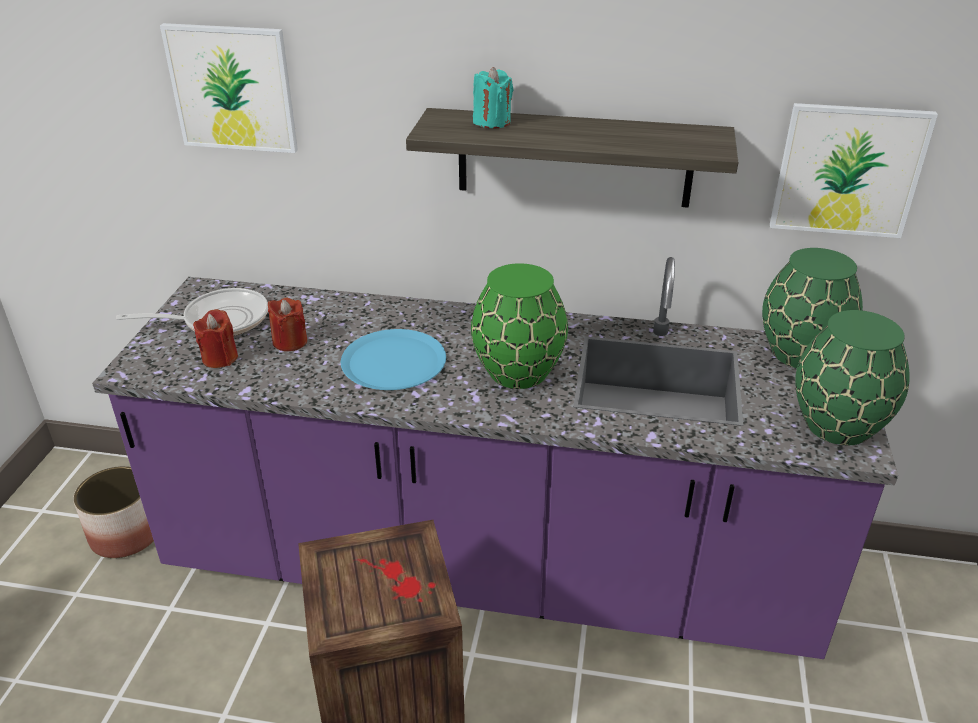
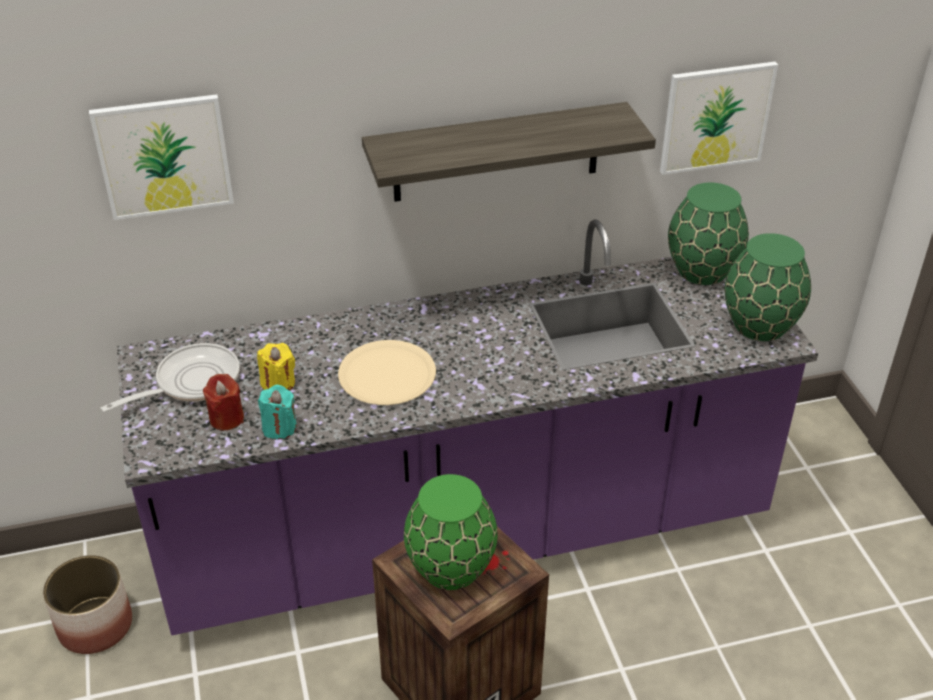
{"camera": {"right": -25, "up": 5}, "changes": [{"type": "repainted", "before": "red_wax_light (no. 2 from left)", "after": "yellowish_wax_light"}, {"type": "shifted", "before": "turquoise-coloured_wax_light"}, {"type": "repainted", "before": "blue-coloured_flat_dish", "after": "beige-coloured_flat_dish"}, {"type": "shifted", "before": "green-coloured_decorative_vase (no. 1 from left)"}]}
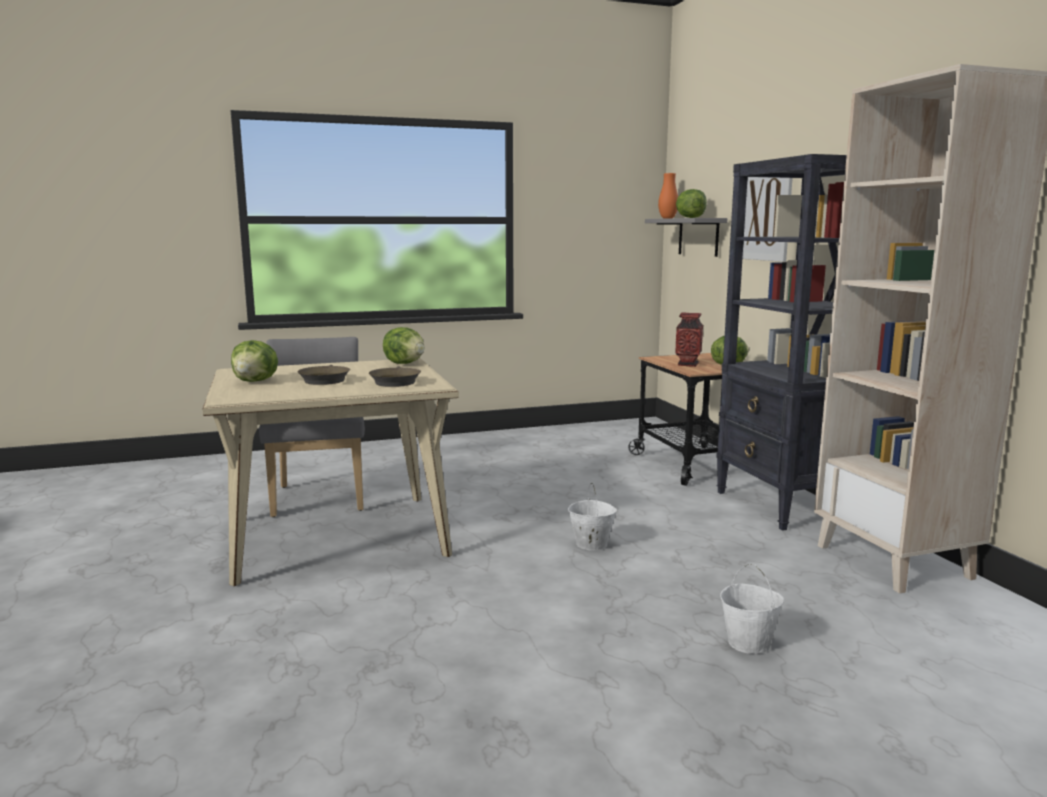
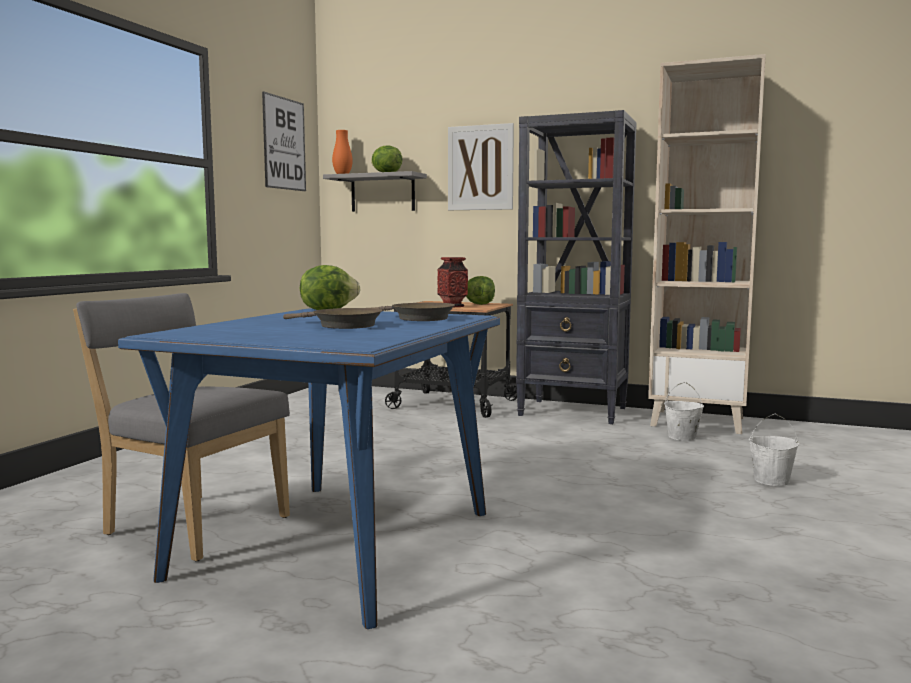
{"camera": {"right": -50, "up": -5}, "changes": [{"type": "repainted", "before": "beige-coloured_kitchen_table", "after": "blue-coloured_kitchen_table"}, {"type": "new", "after": "wall_picture (no. 1 from left)"}, {"type": "shifted", "before": "white-coloured_pail (no. 1 from left)"}, {"type": "gone", "before": "lettuce_head (no. 1 from left)"}]}
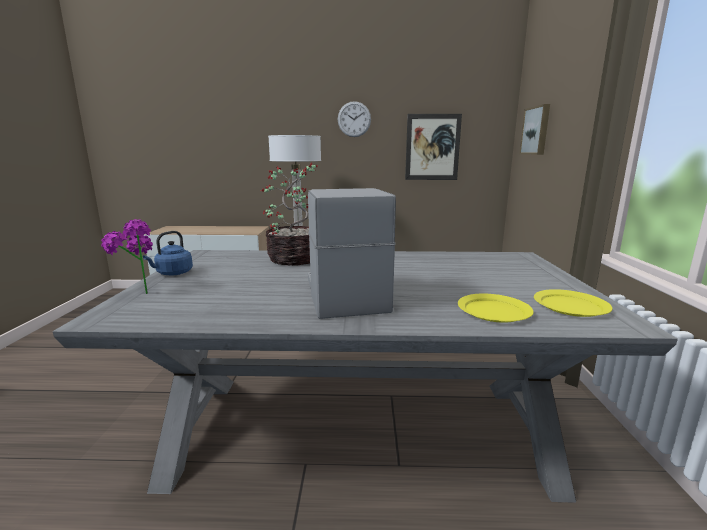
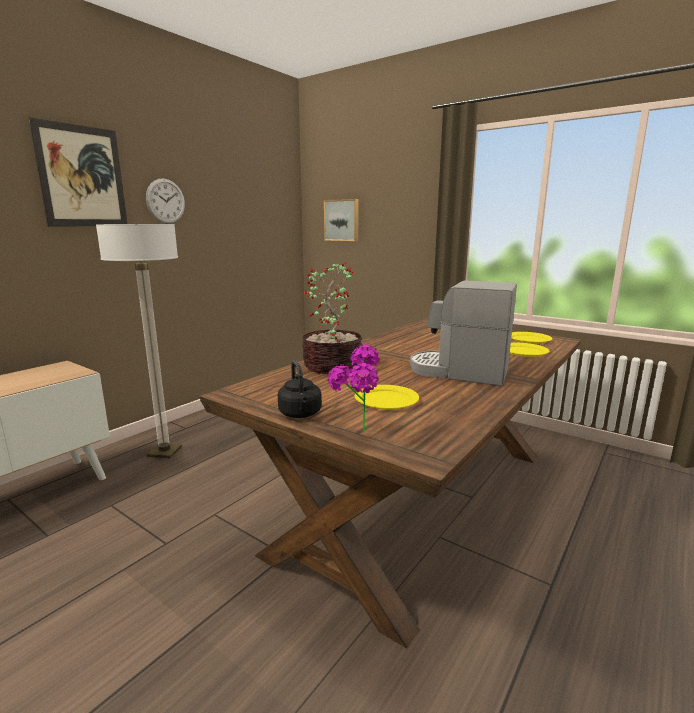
{"camera": {"right": -55, "up": 0}, "changes": [{"type": "shifted", "before": "wall_picture (no. 1 from left)"}, {"type": "repainted", "before": "gray_kitchen_table", "after": "brownish_kitchen_table"}, {"type": "repainted", "before": "blue-coloured_water_kettle", "after": "black-coloured_water_kettle"}, {"type": "new", "after": "yellowish_flat_dish (no. 1 from left)"}]}
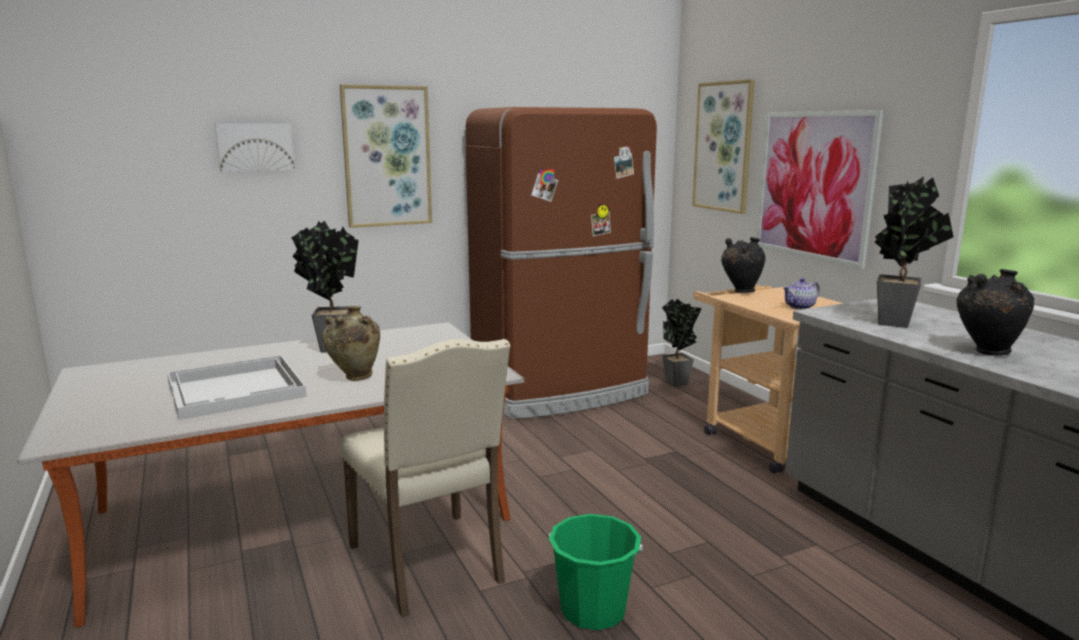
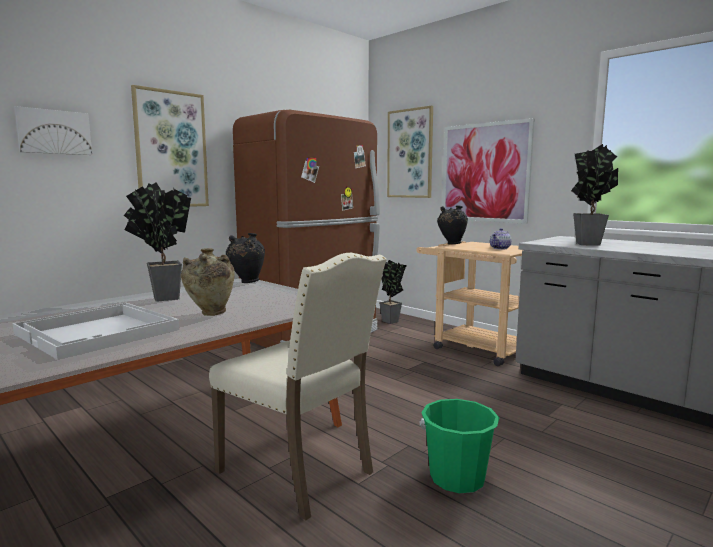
{"camera": {"right": -20, "up": -5}, "changes": [{"type": "shifted", "before": "black-coloured_decorative_vase (no. 2 from left in the first image)", "after": "black-coloured_decorative_vase (no. 1 from left)"}]}
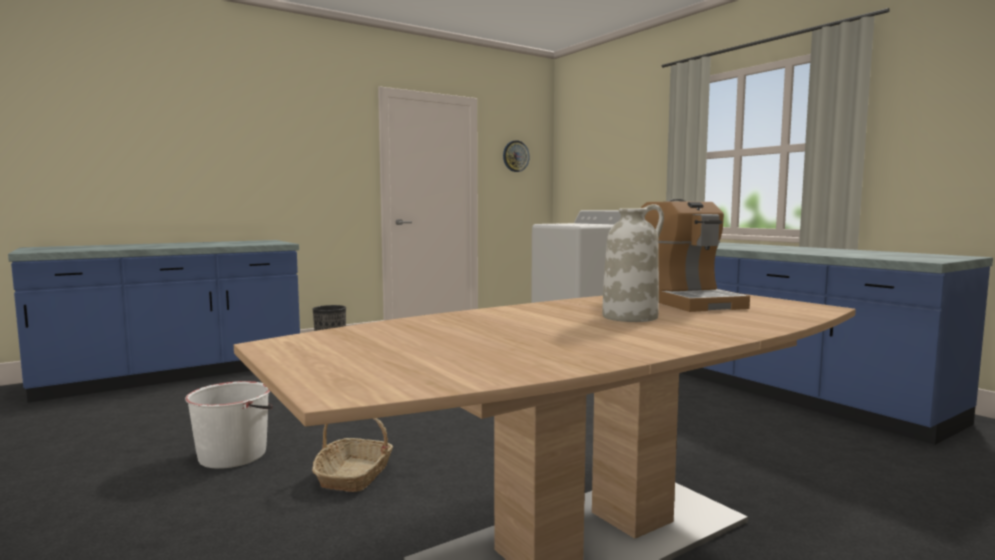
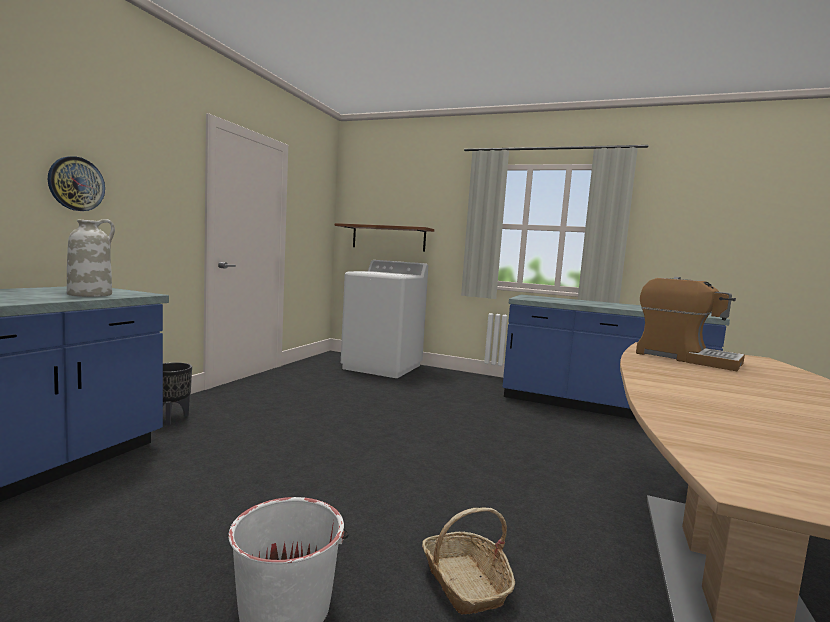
{"camera": {"right": -35, "up": 0}, "changes": [{"type": "shifted", "before": "hanging_clock"}, {"type": "shifted", "before": "white-coloured_decorative_vase"}, {"type": "new", "after": "brownish_wall_shelf"}]}
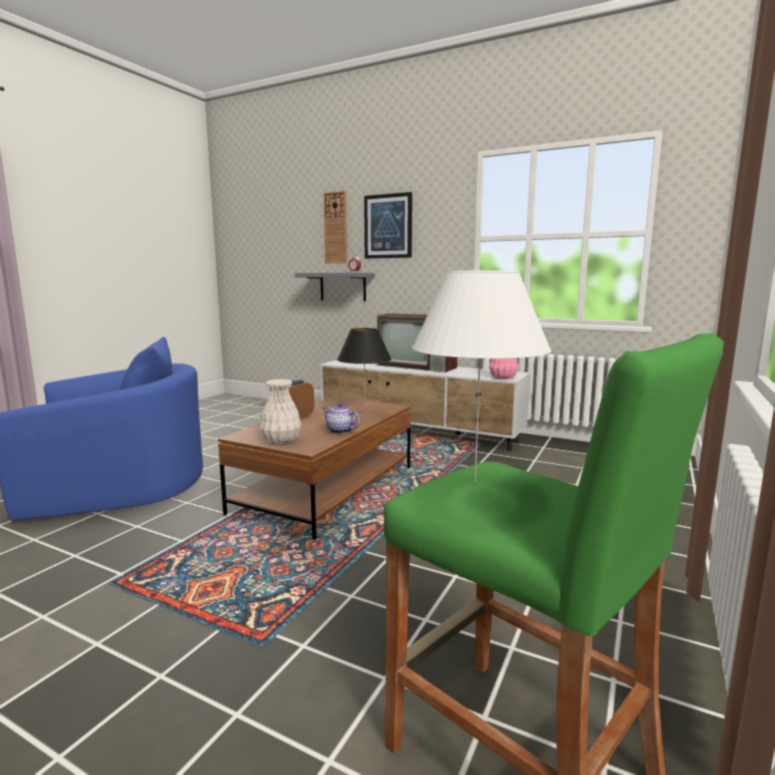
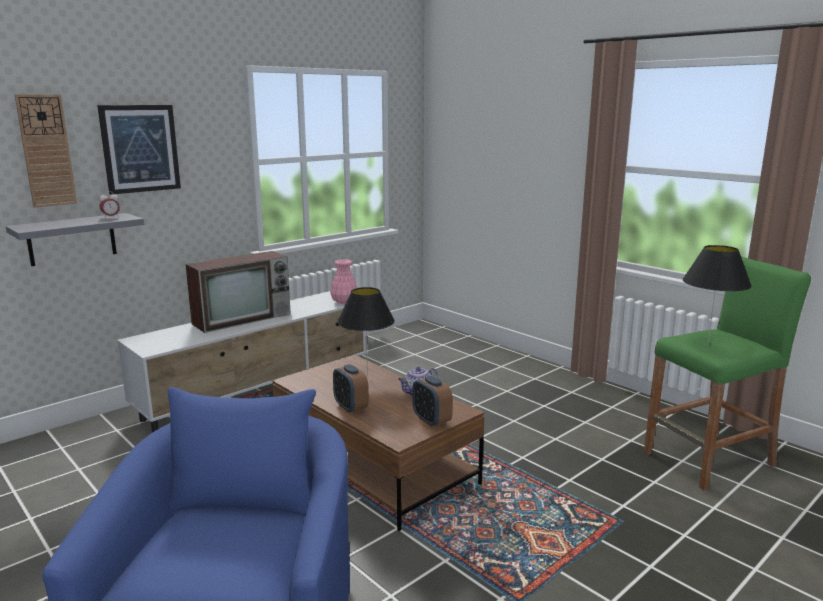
{"camera": {"right": -70, "up": 5}, "changes": [{"type": "swapped", "before": "white-coloured_decorative_vase", "after": "alarm_clock (no. 3 from left)"}, {"type": "repainted", "before": "white-coloured_table_lamp", "after": "black-coloured_table_lamp (no. 2 from left)"}]}
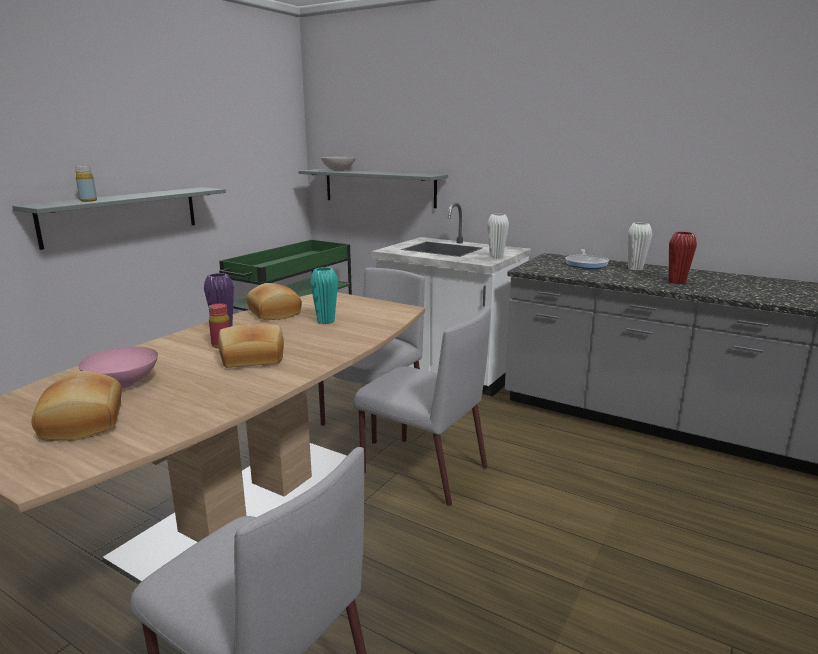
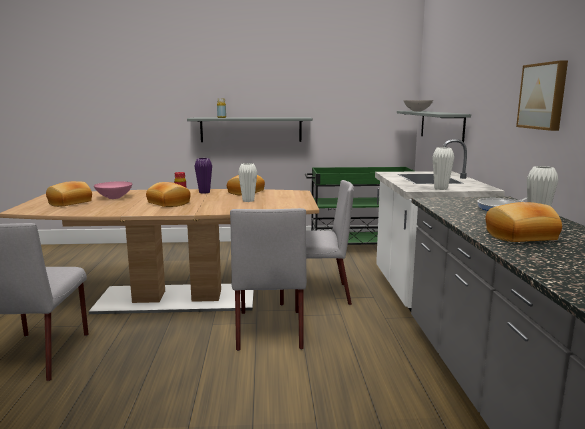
{"camera": {"right": 55, "up": -5}, "changes": [{"type": "repainted", "before": "turquoise-coloured_decorative_vase", "after": "white-coloured_decorative_vase (no. 1 from left)"}, {"type": "swapped", "before": "red_decorative_vase", "after": "bakery_bread (no. 4 from left)"}, {"type": "new", "after": "wall_picture"}]}
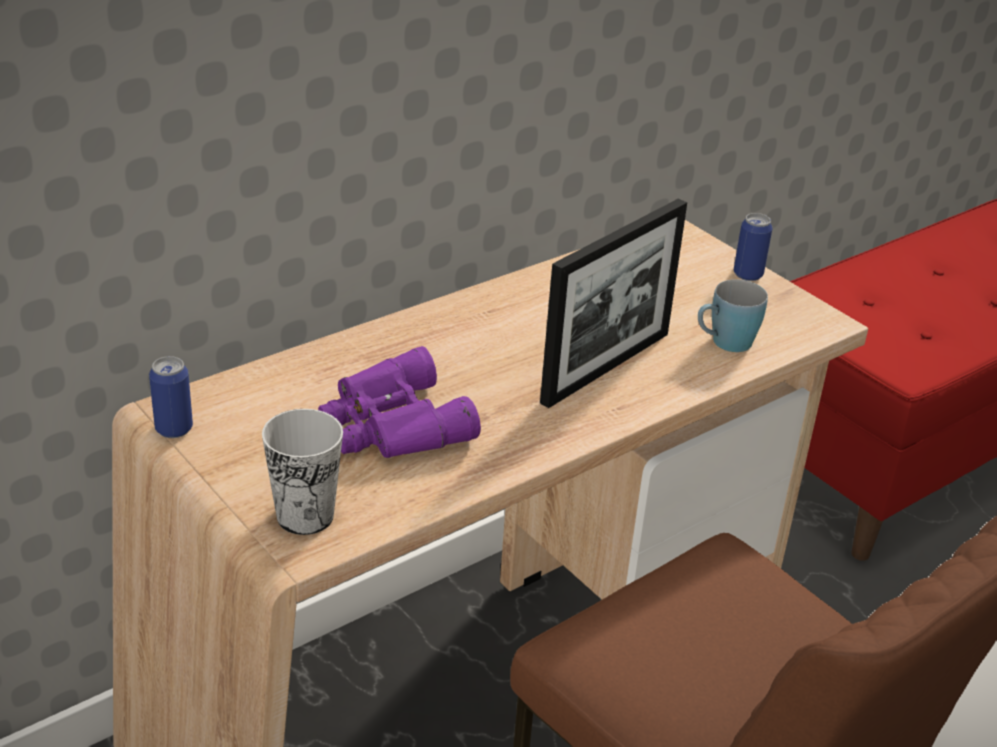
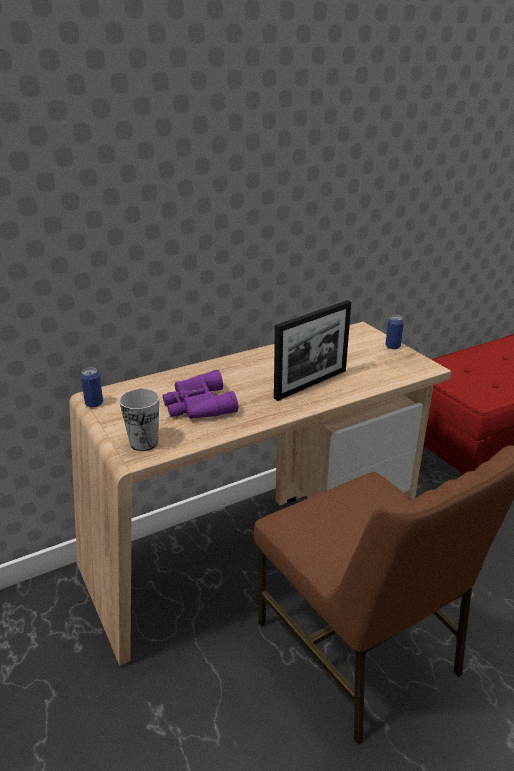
{"camera": {"right": 10, "up": -5}, "changes": [{"type": "gone", "before": "blue-coloured_coffee_mug"}]}
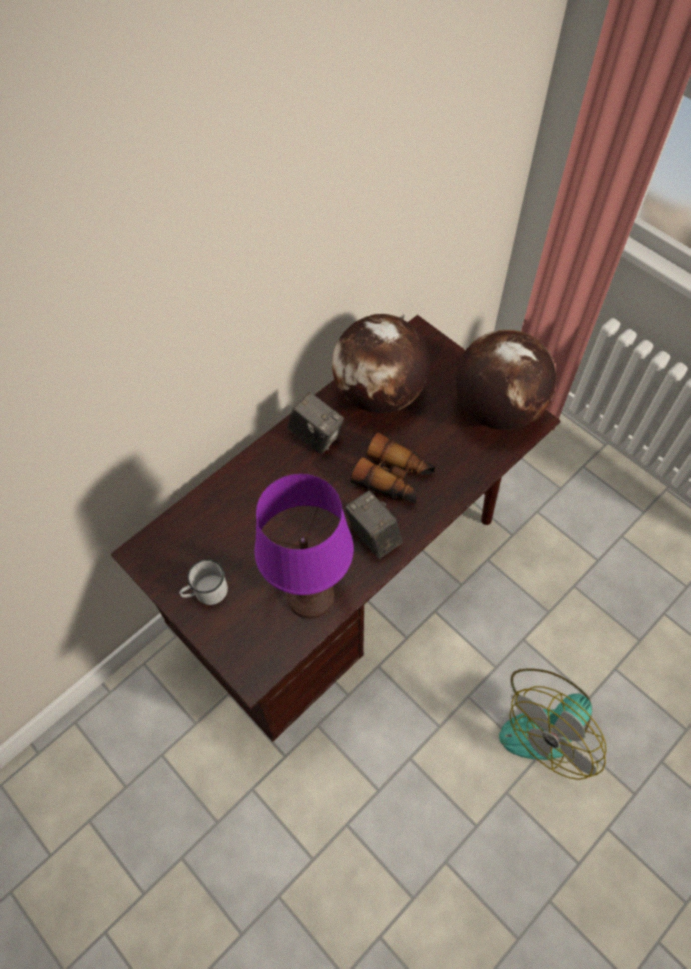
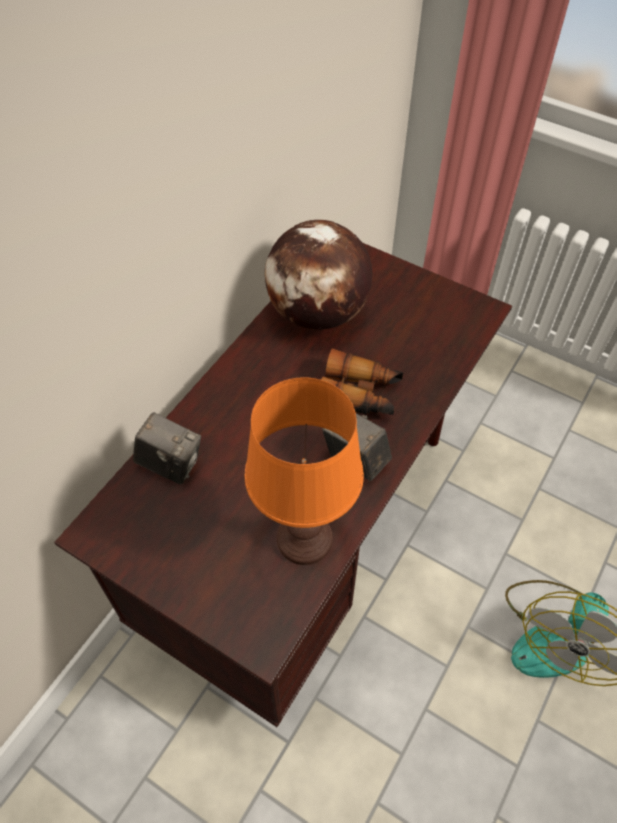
{"camera": {"right": -15, "up": -5}, "changes": [{"type": "shifted", "before": "still_camera (no. 1 from left)"}, {"type": "repainted", "before": "purple_table_lamp", "after": "orange-coloured_table_lamp"}, {"type": "gone", "before": "white-coloured_coffee_mug"}, {"type": "gone", "before": "world_globe (no. 2 from left)"}]}
